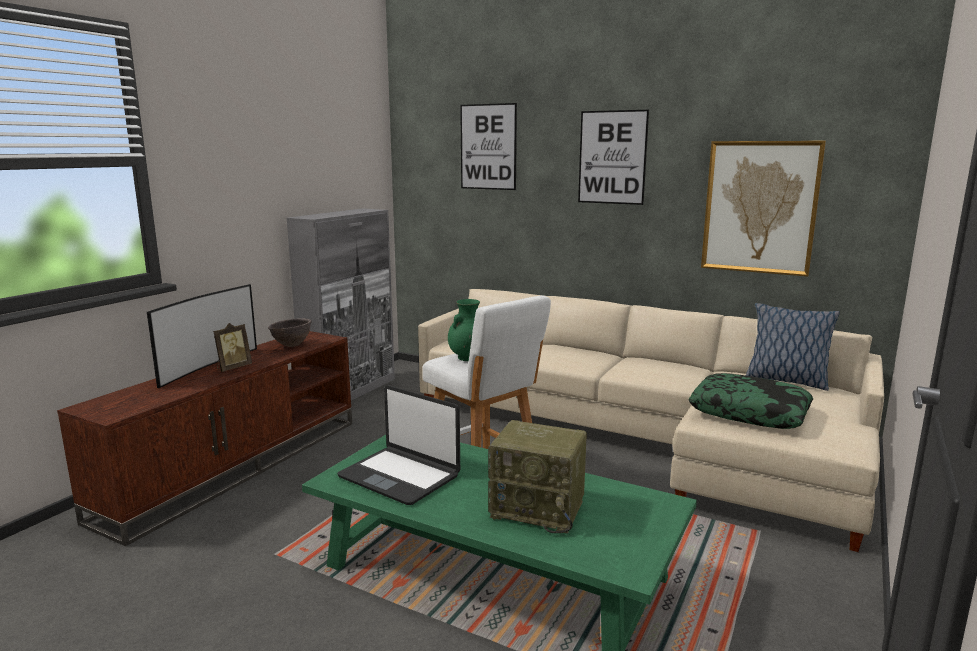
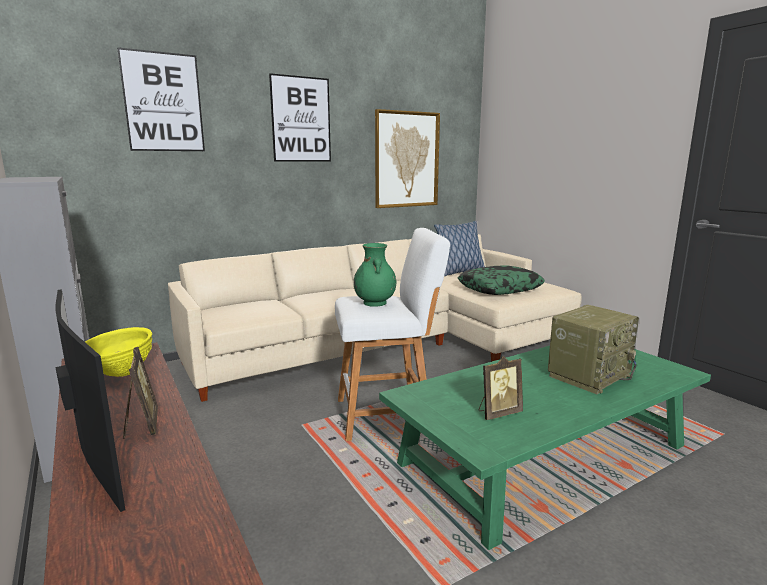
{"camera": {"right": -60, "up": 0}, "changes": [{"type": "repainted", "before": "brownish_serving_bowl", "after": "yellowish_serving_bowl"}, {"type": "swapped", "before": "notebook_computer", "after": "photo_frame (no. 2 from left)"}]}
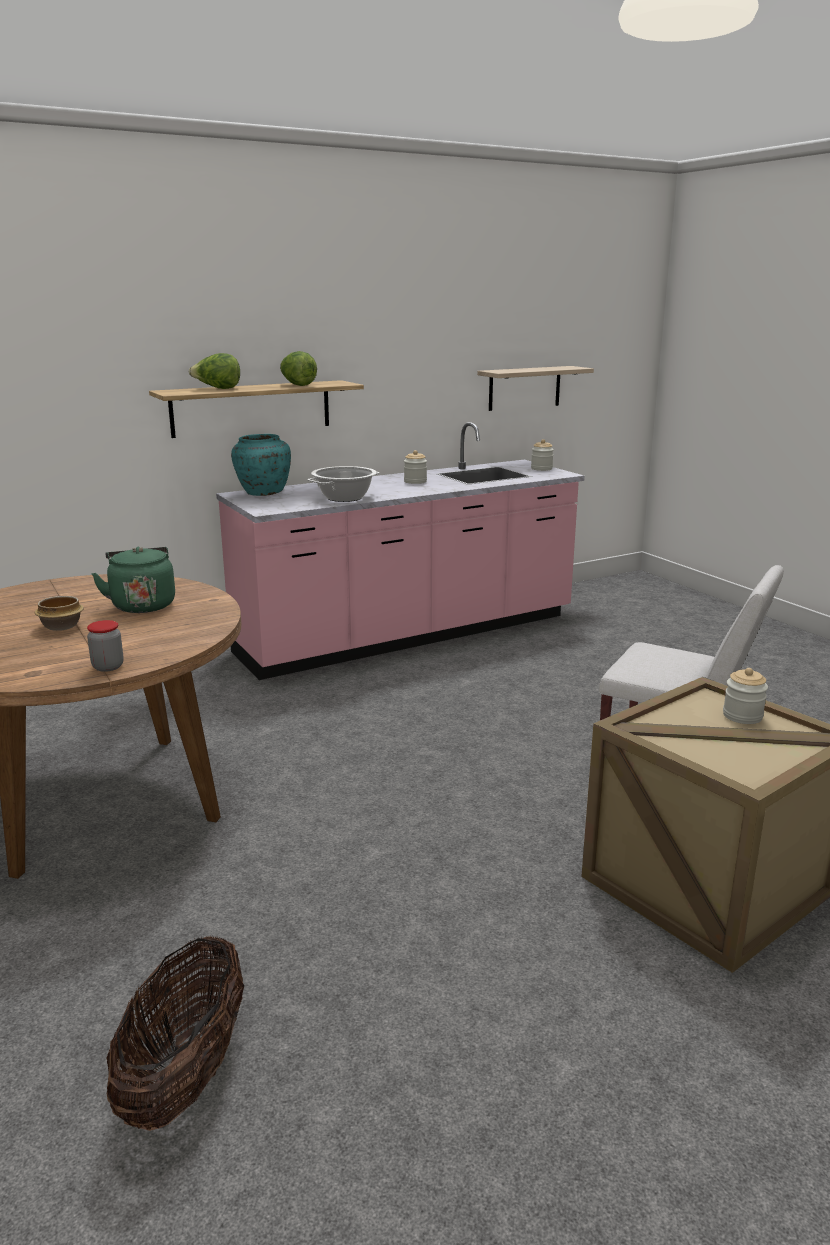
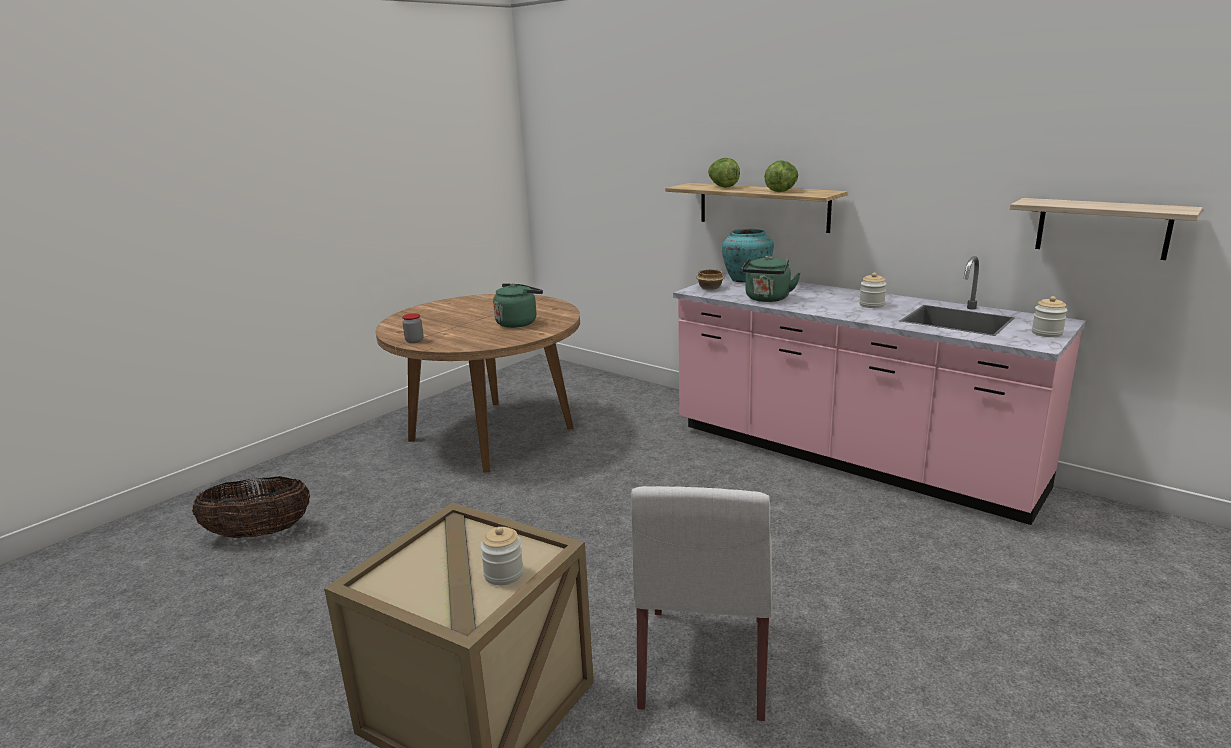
{"camera": {"right": 70, "up": 0}, "changes": [{"type": "shifted", "before": "serving_bowl"}, {"type": "swapped", "before": "saucepot", "after": "green-coloured_water_kettle (no. 2 from left)"}]}
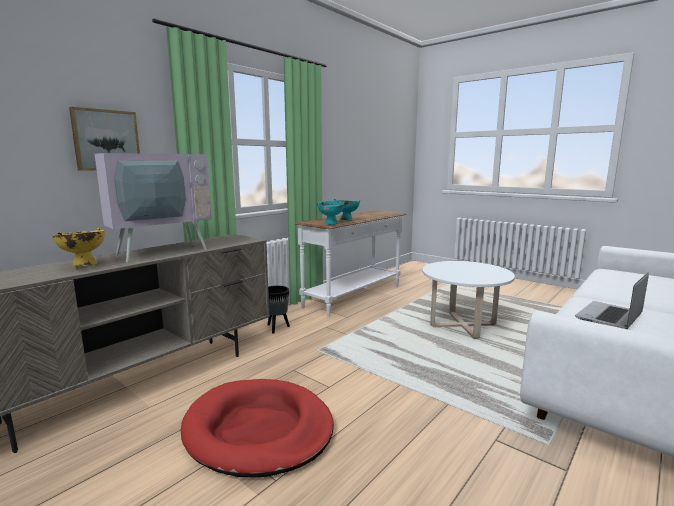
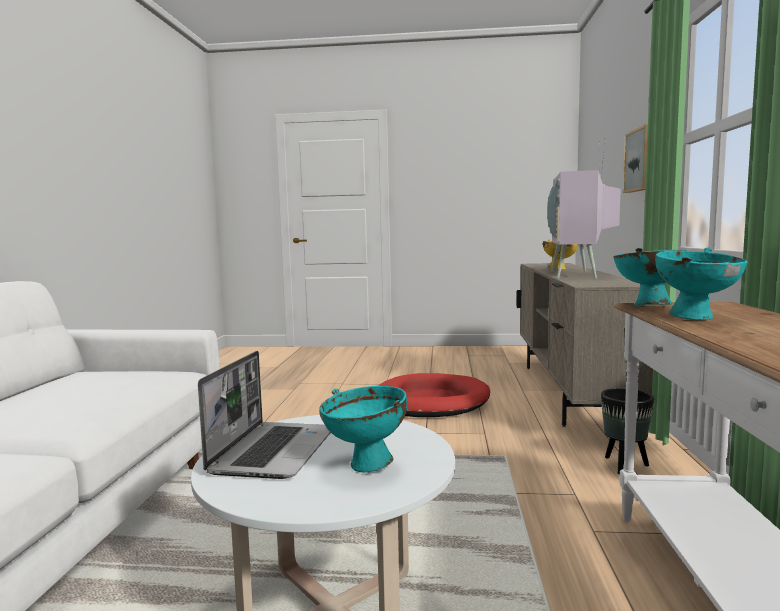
{"camera": {"right": 145, "up": -5}, "changes": [{"type": "shifted", "before": "notebook_computer"}, {"type": "new", "after": "turquoise-coloured_serving_bowl (no. 1 from left)"}]}
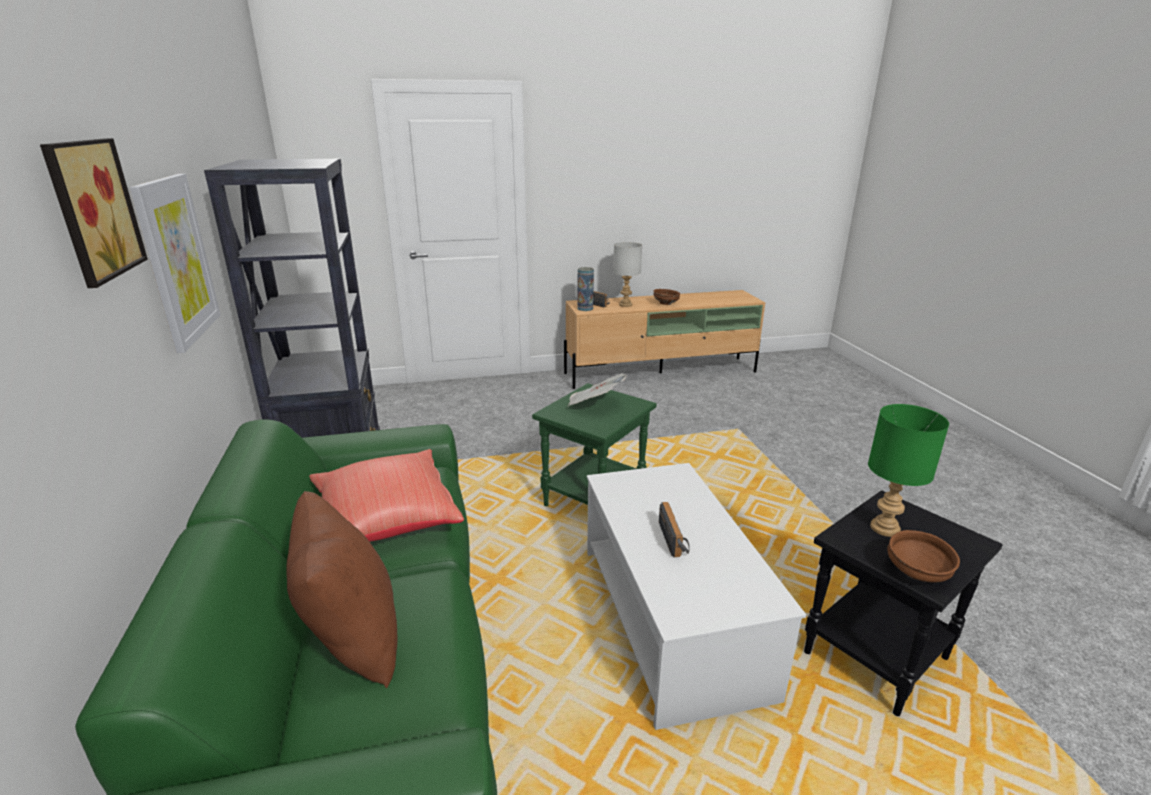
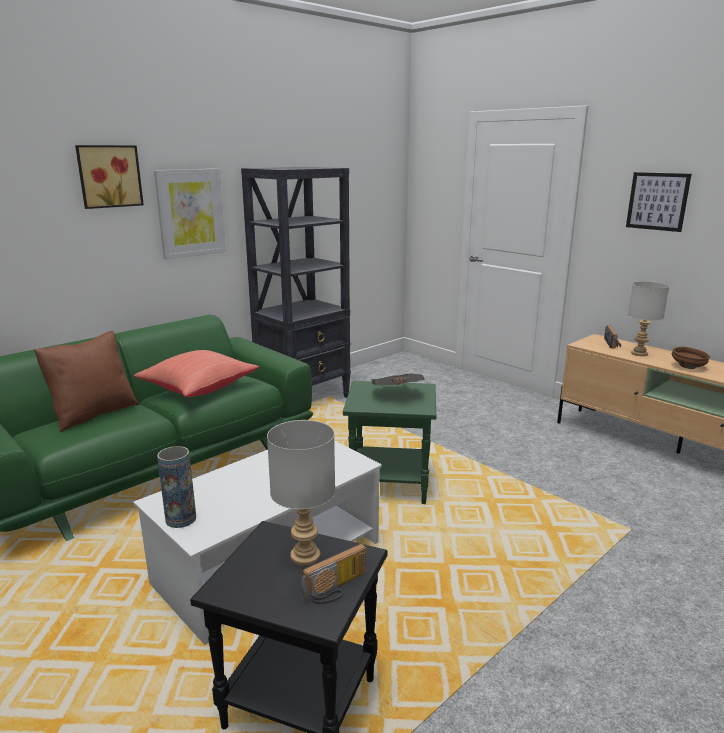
{"camera": {"right": 60, "up": -5}, "changes": [{"type": "shifted", "before": "decorative_vase"}, {"type": "repainted", "before": "green-coloured_table_lamp", "after": "gray_table_lamp (no. 1 from left)"}, {"type": "shifted", "before": "radio (no. 2 from left in the first image)", "after": "radio (no. 1 from left)"}, {"type": "new", "after": "wall_picture (no. 3 from left)"}, {"type": "gone", "before": "brownish_serving_bowl (no. 2 from left)"}]}
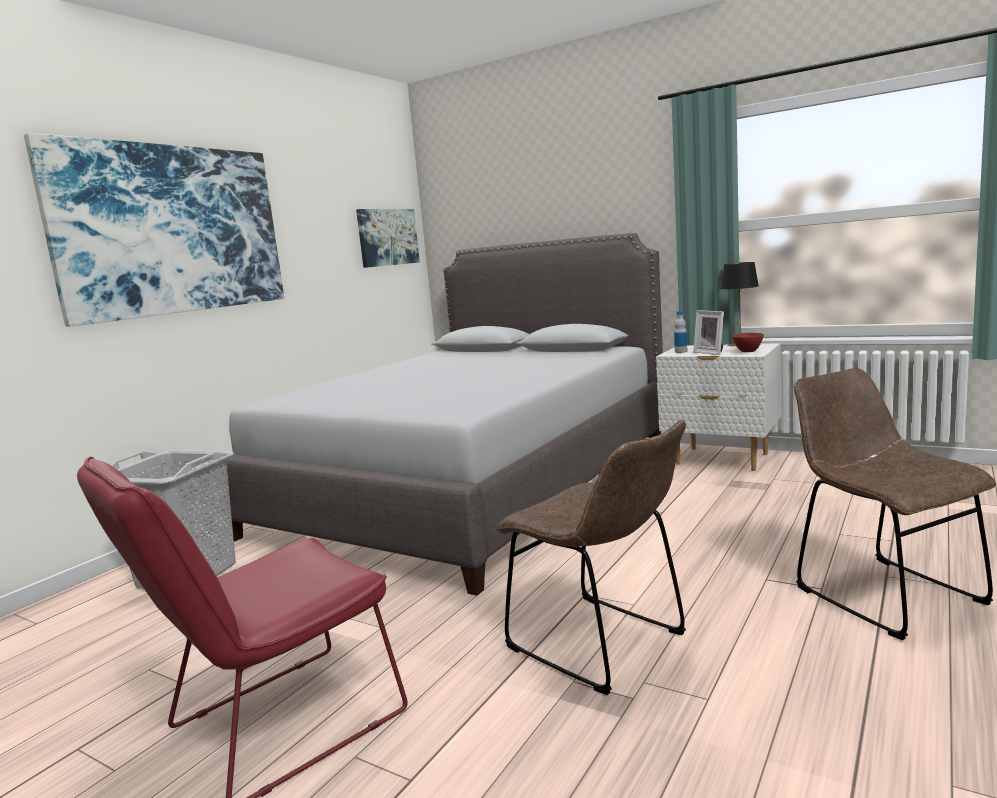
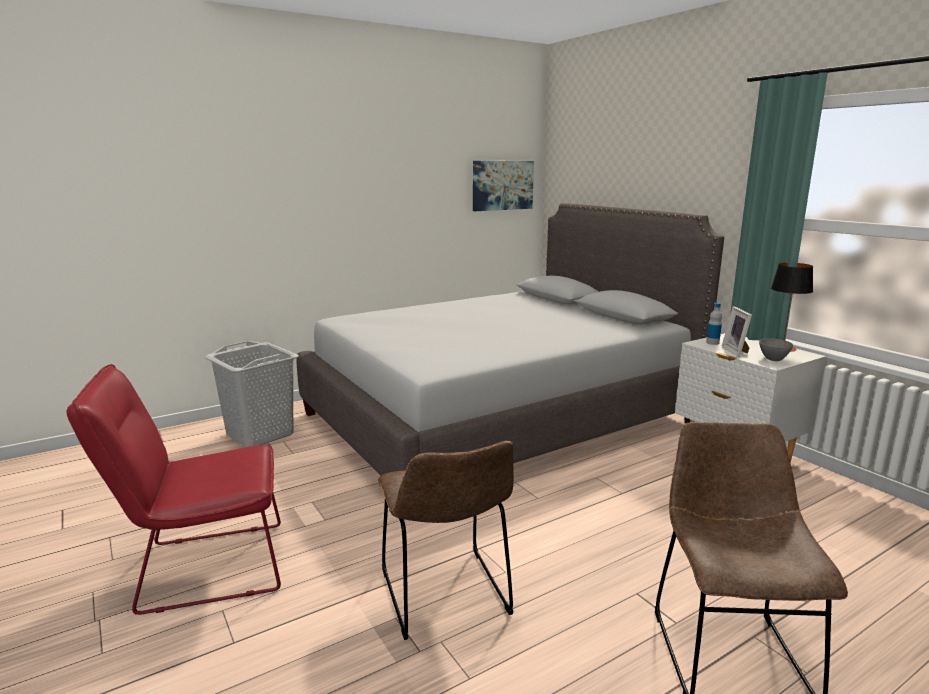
{"camera": {"right": 25, "up": 5}, "changes": [{"type": "repainted", "before": "red_serving_bowl", "after": "gray_serving_bowl"}, {"type": "gone", "before": "wall_picture (no. 1 from left)"}]}
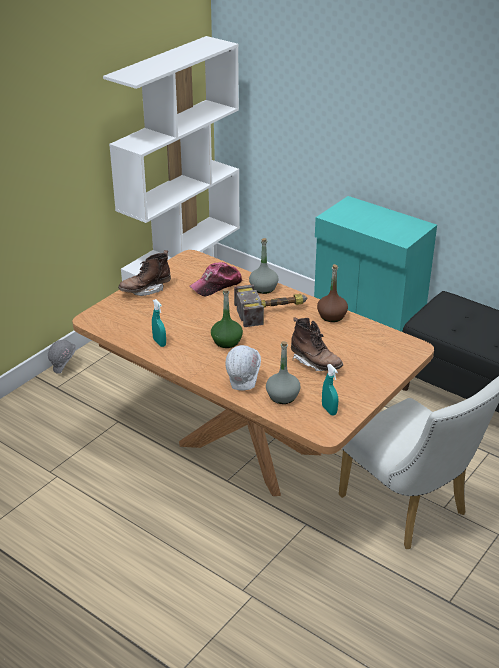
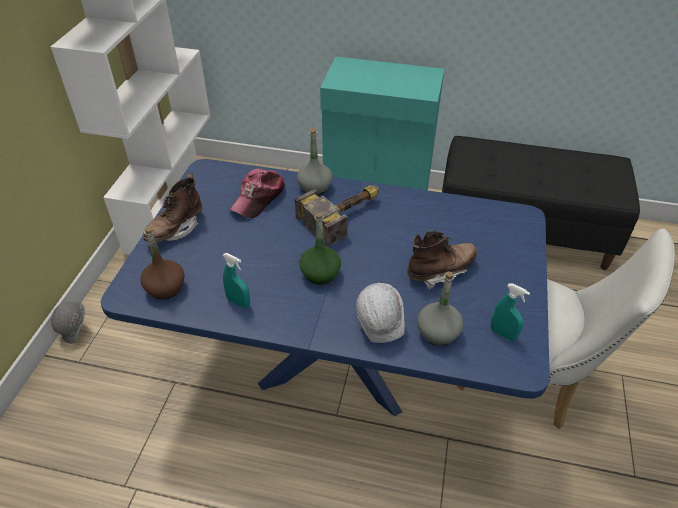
{"camera": {"right": -25, "up": 10}, "changes": [{"type": "repainted", "before": "brownish_kitchen_table", "after": "blue-coloured_kitchen_table"}, {"type": "shifted", "before": "brownish_drink_bottle"}, {"type": "rotated", "before": "brownish_boot (no. 2 from left)", "turn": -45}]}
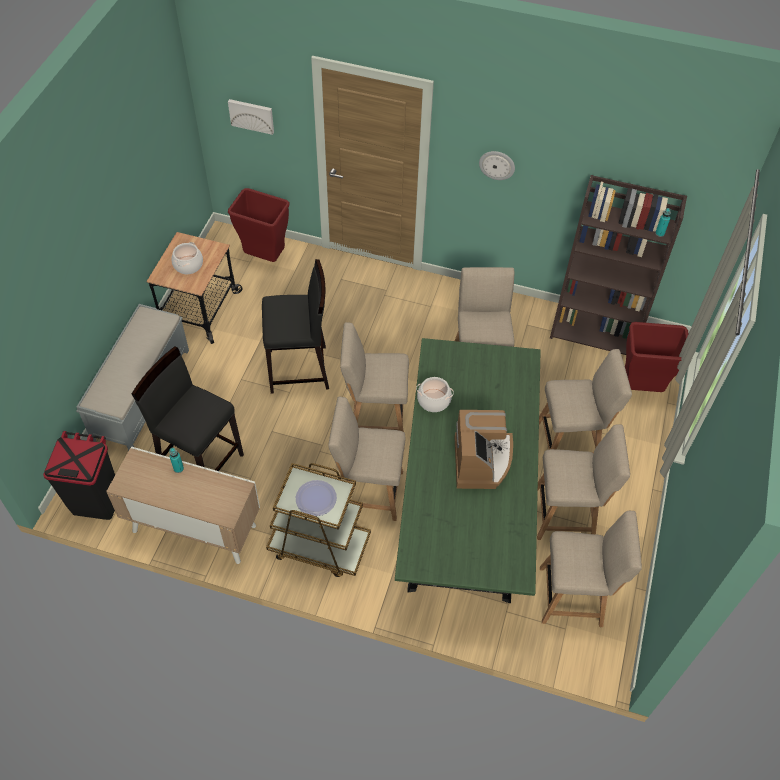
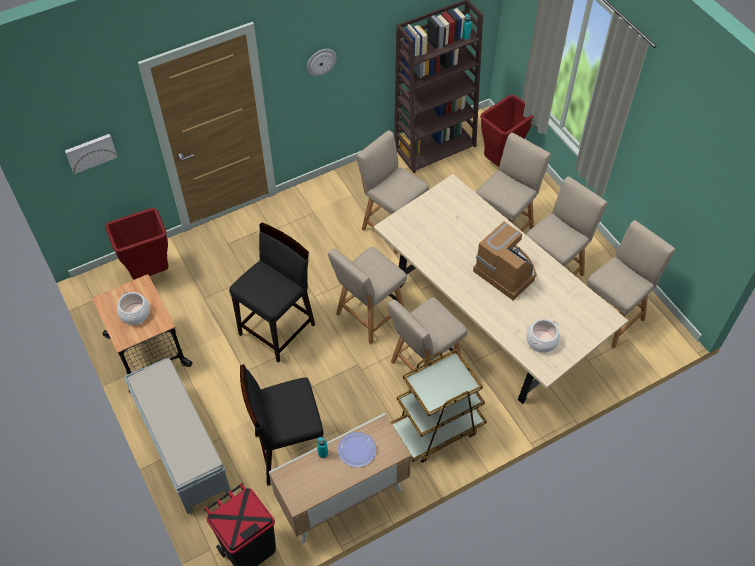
{"camera": {"right": -45, "up": 0}, "changes": [{"type": "shifted", "before": "flat_dish"}, {"type": "repainted", "before": "green-coloured_kitchen_table", "after": "beige-coloured_kitchen_table"}, {"type": "shifted", "before": "saucepot (no. 2 from left)"}]}
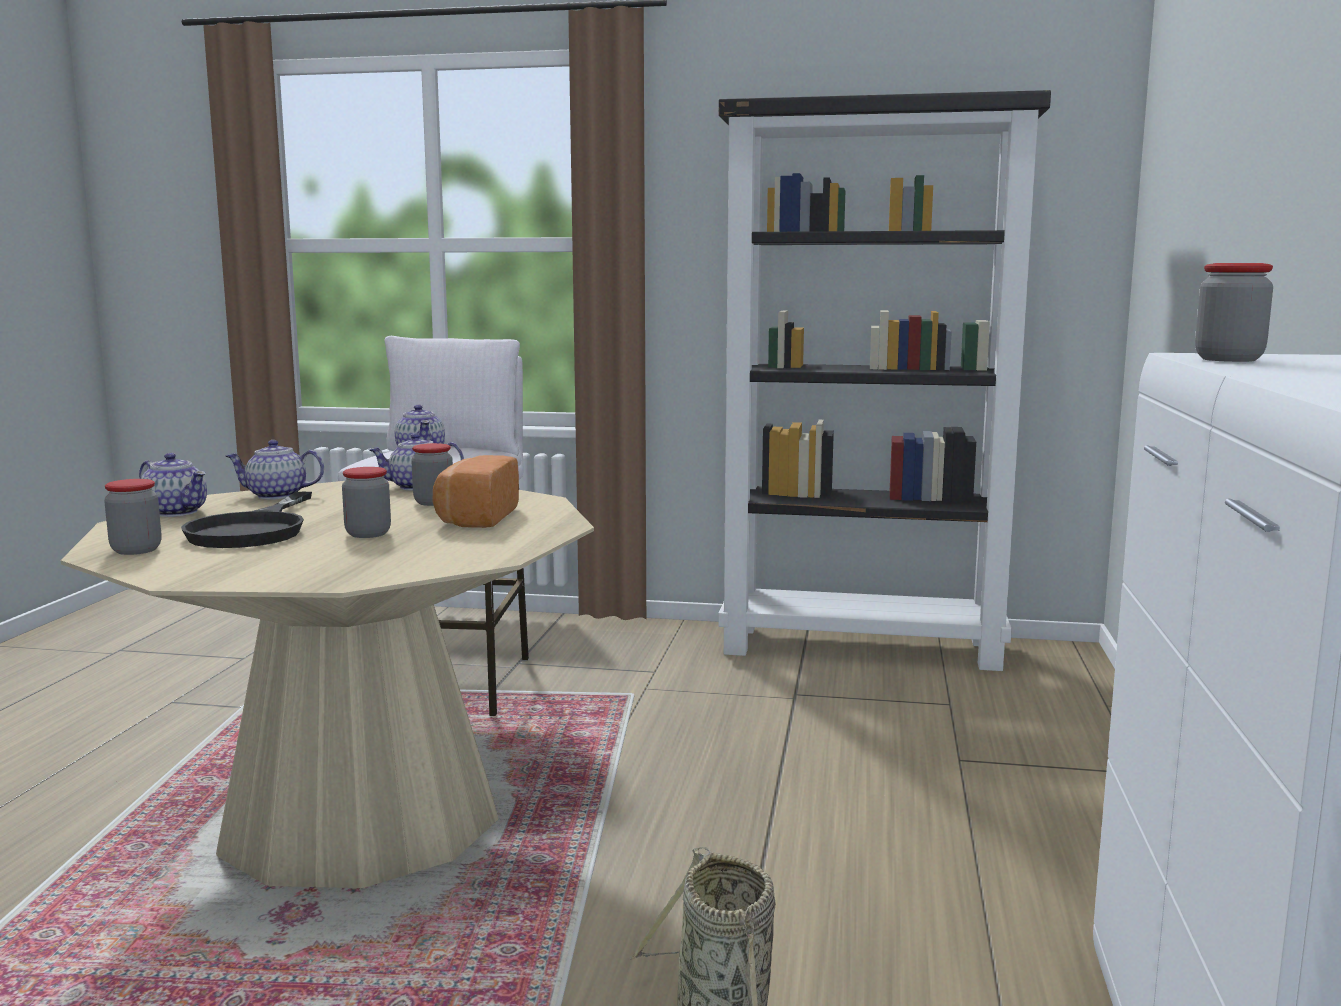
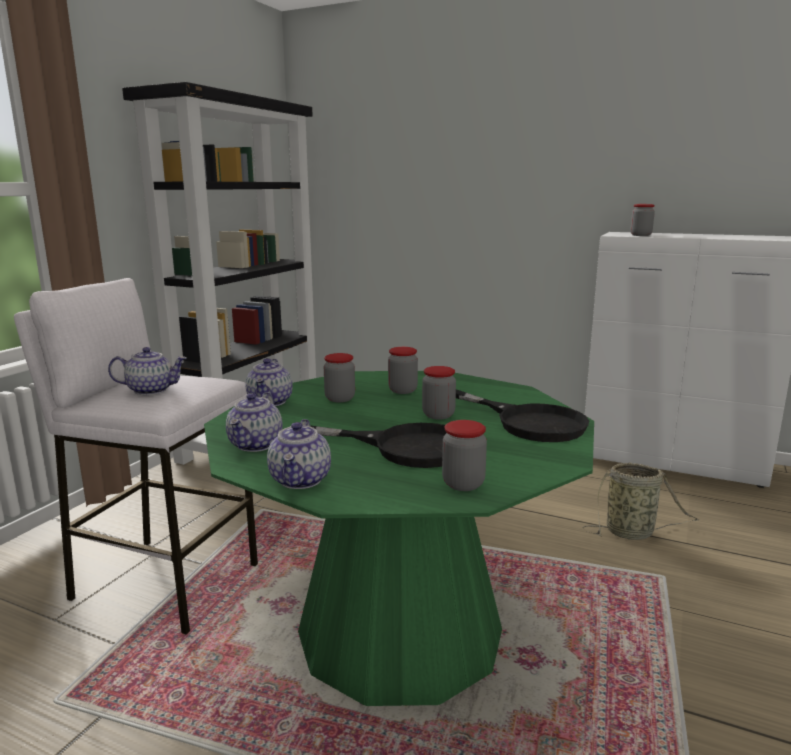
{"camera": {"right": -75, "up": 5}, "changes": [{"type": "repainted", "before": "beige-coloured_kitchen_table", "after": "green-coloured_kitchen_table"}, {"type": "rotated", "before": "teapot (no. 1 from left in the first image)", "turn": 135}, {"type": "swapped", "before": "bakery_bread", "after": "preserve_jar (no. 2 from left)"}, {"type": "new", "after": "black-coloured_pan (no. 2 from left)"}]}
